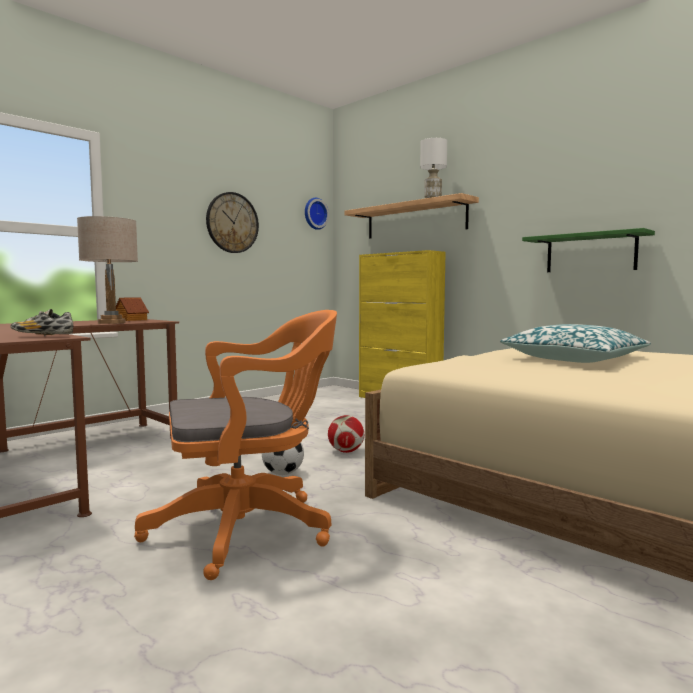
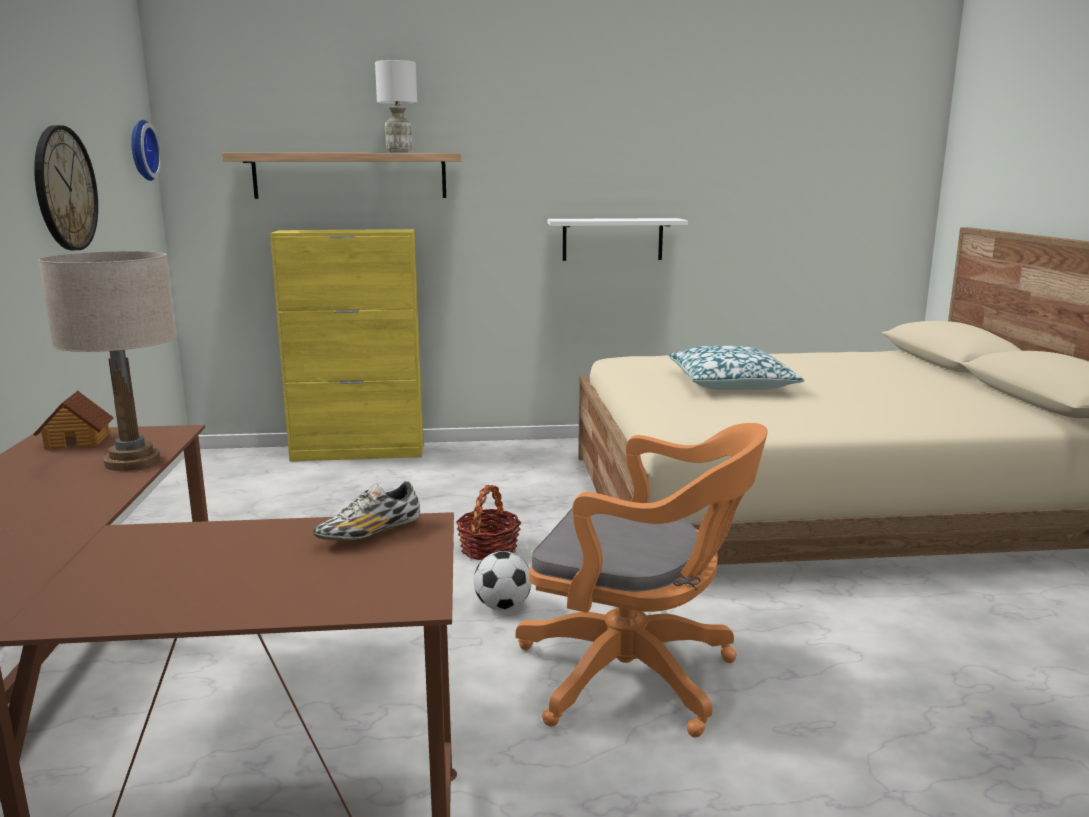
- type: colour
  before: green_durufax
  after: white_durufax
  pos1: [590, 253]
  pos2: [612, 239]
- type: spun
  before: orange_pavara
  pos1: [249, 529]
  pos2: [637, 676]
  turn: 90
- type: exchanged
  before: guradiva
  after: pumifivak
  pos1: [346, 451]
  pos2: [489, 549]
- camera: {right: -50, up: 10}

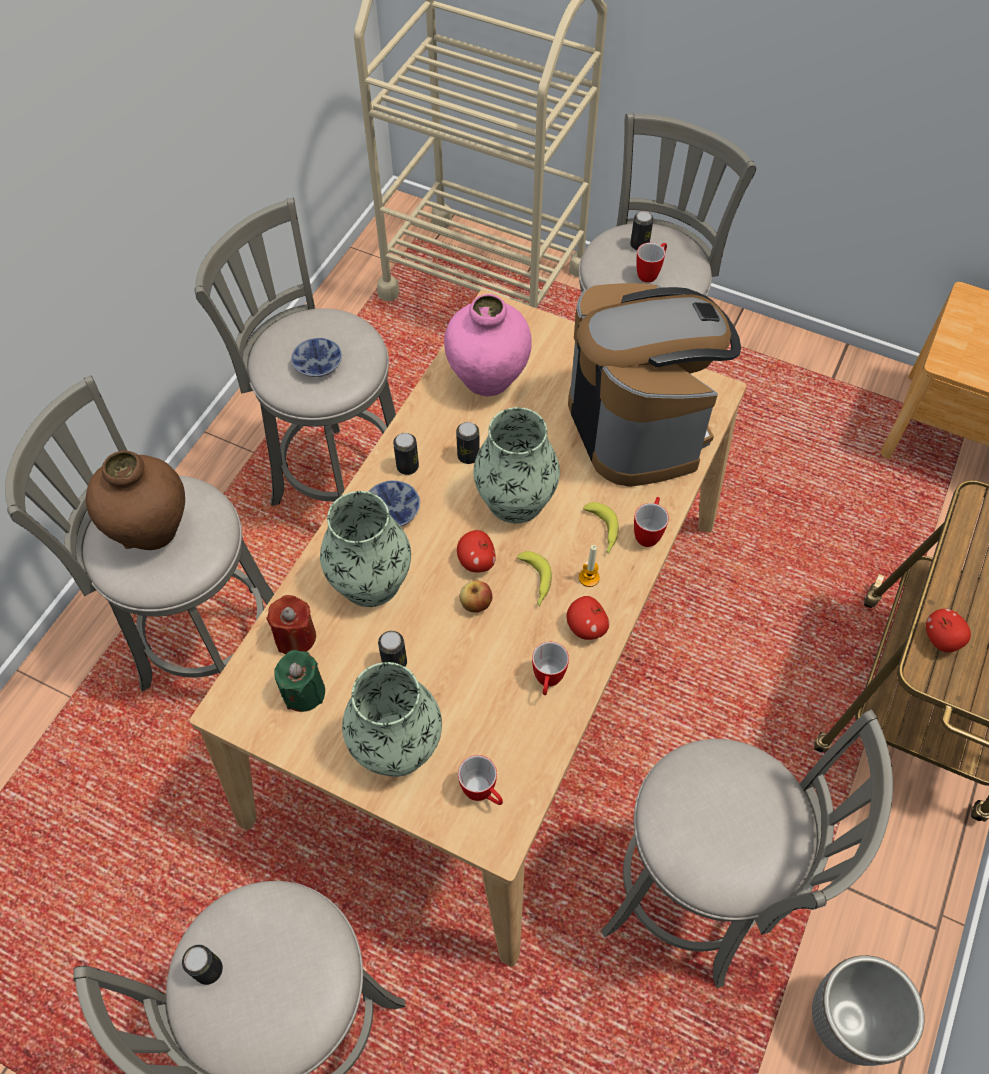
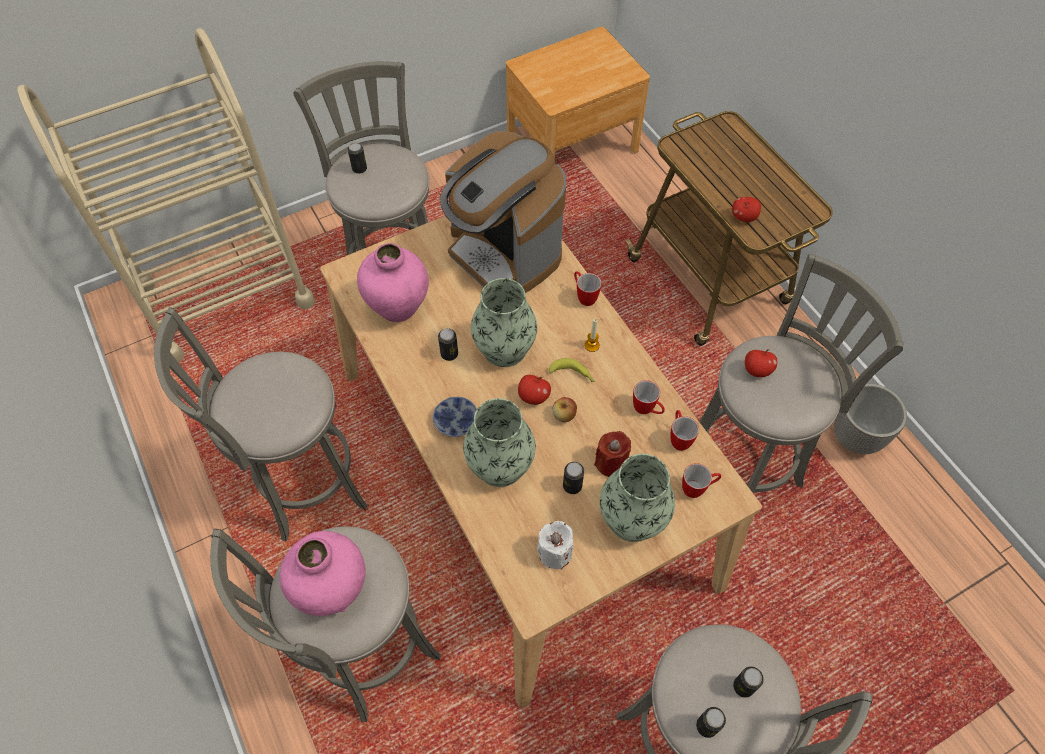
- type: relocated
  before: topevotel
  pos1: [650, 273]
  pos2: [678, 438]
- type: spun
  before: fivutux
  pos1: [638, 424]
  pos2: [504, 253]
  turn: -150
- type: missing
  before: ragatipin
  pos1: [320, 364]
- type: relocated
  before: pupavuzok
  pos1: [407, 466]
  pos2: [743, 686]
- type: colour
  before: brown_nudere
  after: pink_nudere
  pos1: [152, 531]
  pos2: [333, 590]
- type: missing
  before: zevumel
  pos1: [602, 531]
- type: relocated
  before: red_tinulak
  pos1: [295, 637]
  pos2: [611, 463]
- type: relocated
  before: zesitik
  pos1: [586, 627]
  pos2: [757, 370]
- type: colour
  before: green_tinulak
  after: white_tinulak
  pos1: [304, 692]
  pos2: [555, 552]
- camera: {right: -55, up: 0}

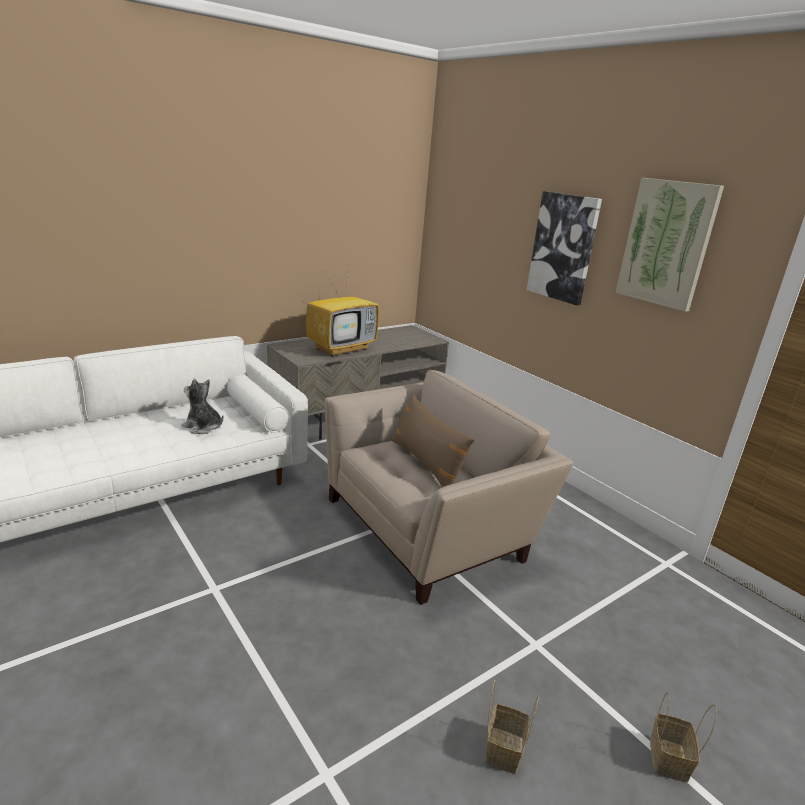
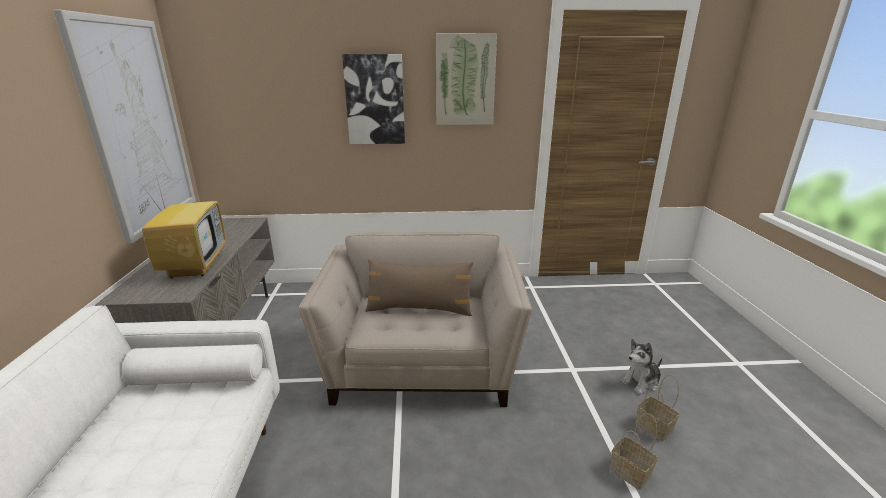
- type: relocated
  before: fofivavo
  pos1: [203, 427]
  pos2: [641, 382]
- type: relocated
  before: pumifivak
  pos1: [669, 760]
  pos2: [631, 472]
- type: appeared
  after: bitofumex
  pos2: [137, 127]
- camera: {right: -55, up: 0}

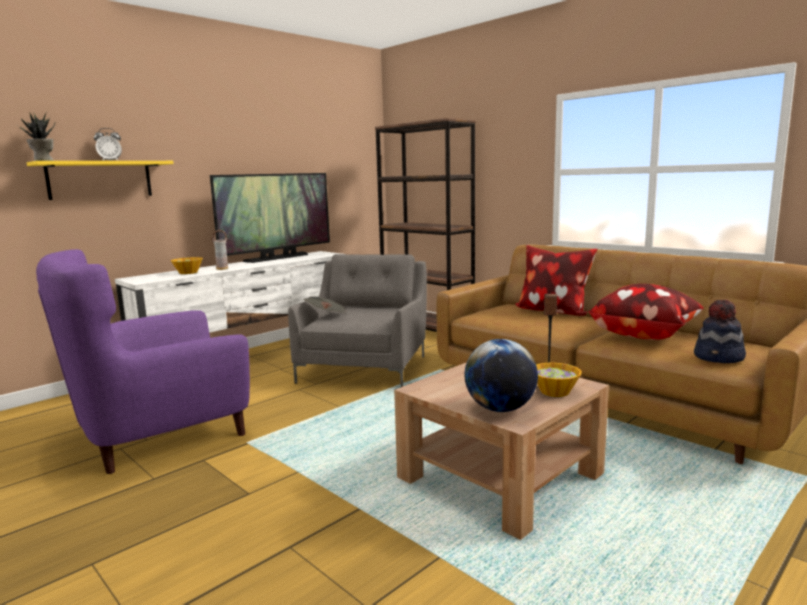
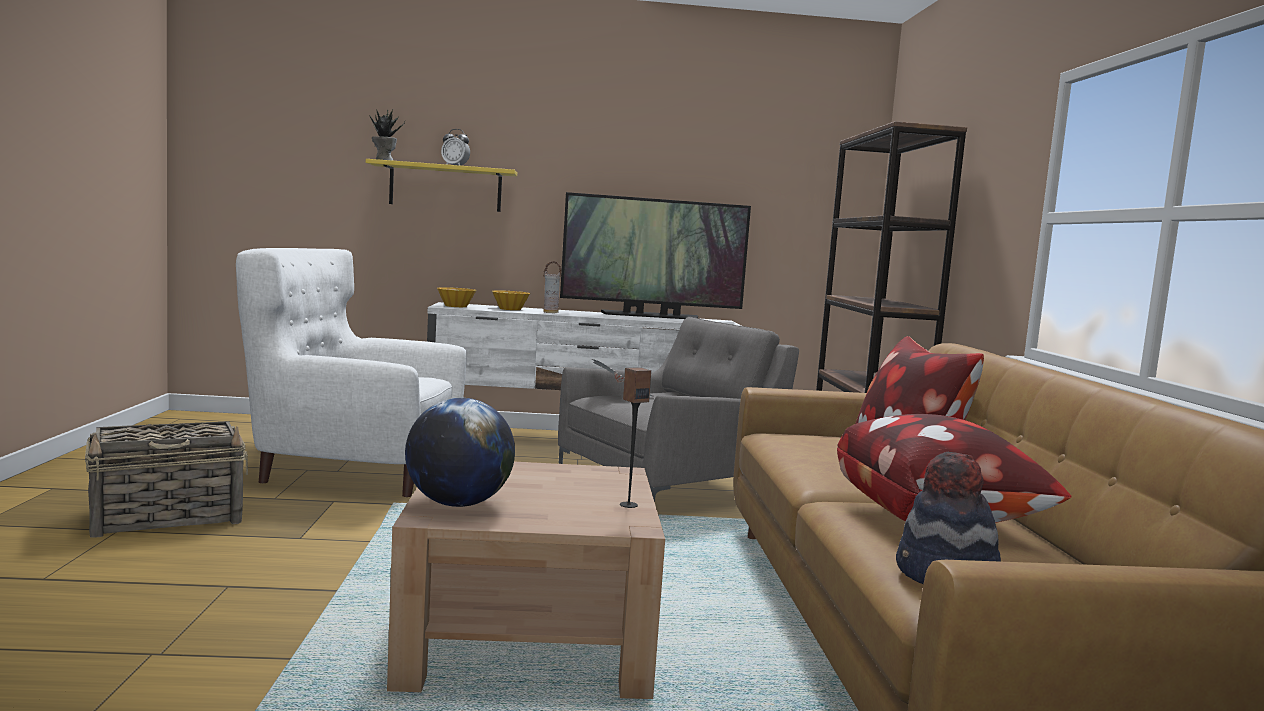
- type: colour
  before: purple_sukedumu
  after: white_sukedumu
  pos1: [159, 434]
  pos2: [352, 471]
- type: relocated
  before: ragatipin
  pos1: [554, 391]
  pos2: [456, 306]
- type: appeared
  after: pumifivak
  pos2: [169, 518]
- camera: {right: 40, up: -5}

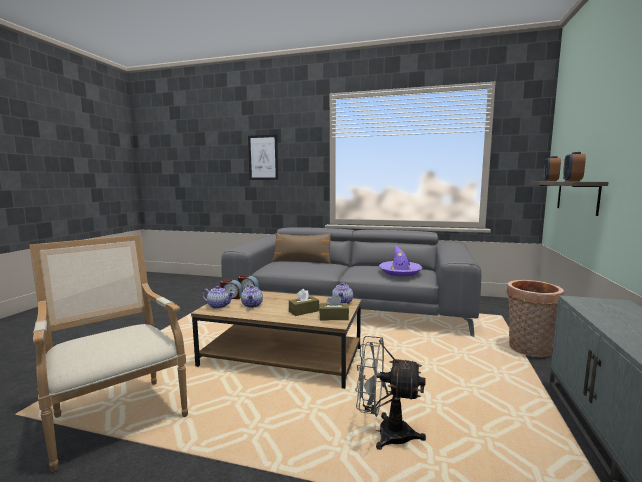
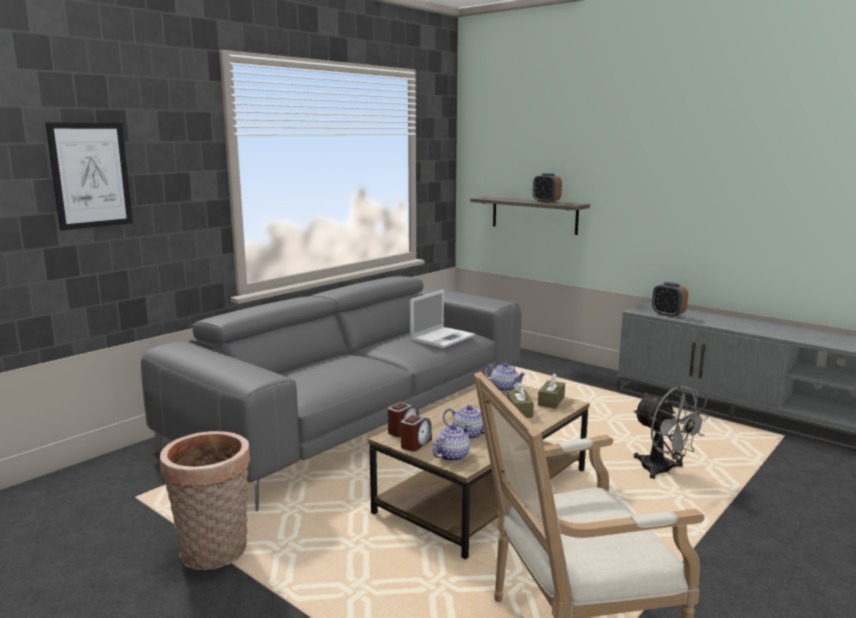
- type: relocated
  before: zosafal
  pos1: [550, 181]
  pos2: [668, 314]
- type: missing
  before: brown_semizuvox
  pos1: [302, 261]
- type: exchanged
  before: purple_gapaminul
  after: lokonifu
  pos1: [400, 272]
  pos2: [443, 337]
- type: relocated
  before: pumifivak
  pos1: [528, 350]
  pos2: [214, 554]
- type: spun
  before: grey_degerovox
  pos1: [385, 433]
  pos2: [663, 471]
  turn: -75
- camera: {right: -65, up: 5}

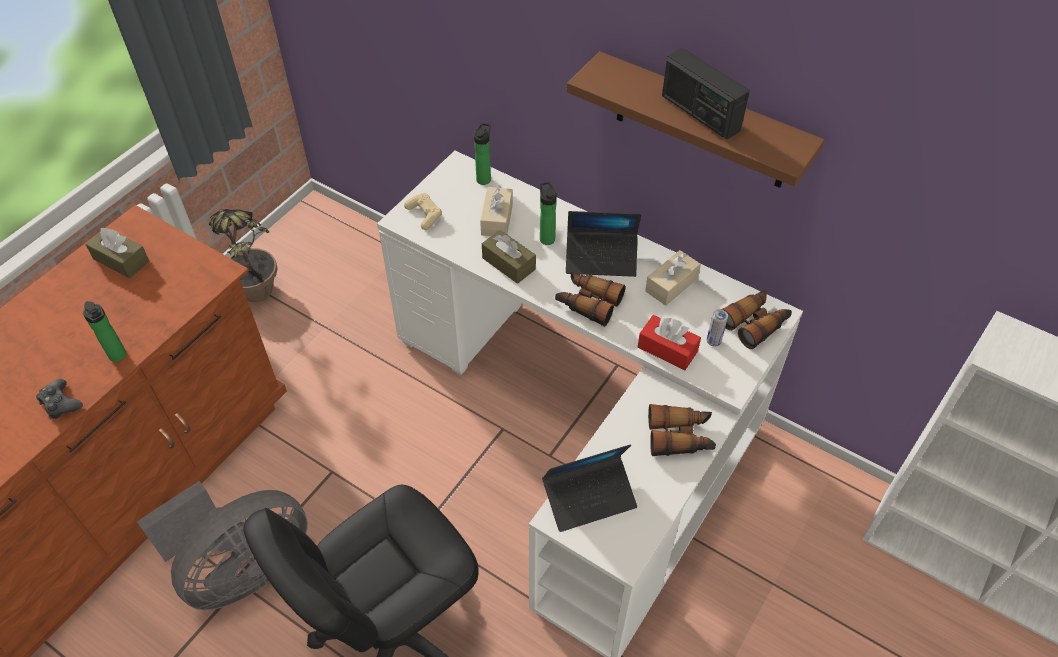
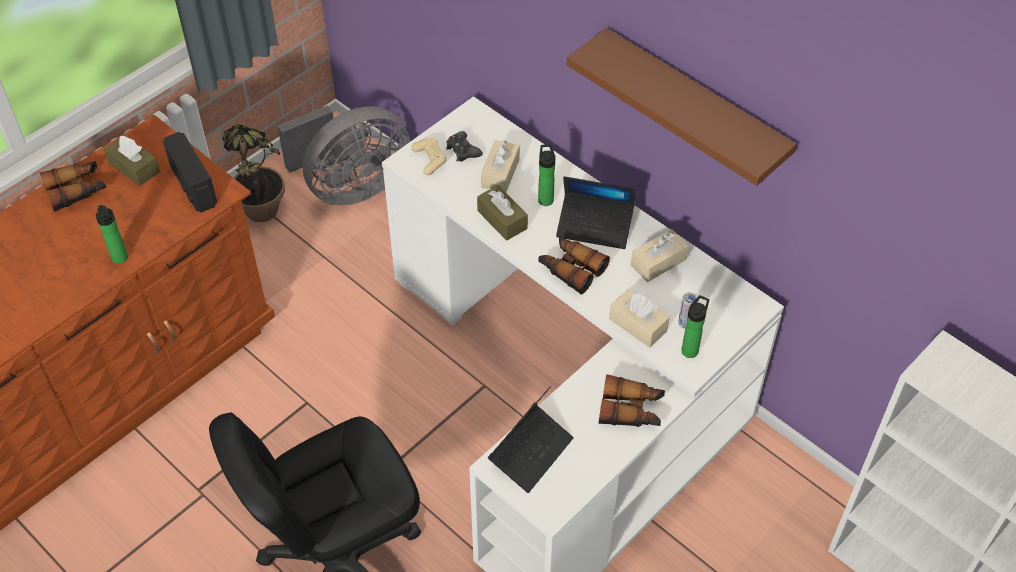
- type: relocated
  before: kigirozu
  pos1: [700, 113]
  pos2: [193, 186]
- type: relocated
  before: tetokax
  pos1: [484, 178]
  pos2: [691, 349]
- type: relocated
  before: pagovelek
  pos1: [755, 323]
  pos2: [76, 190]
- type: colour
  before: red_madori
  after: beige_madori
  pos1: [667, 349]
  pos2: [638, 325]
- type: relocated
  before: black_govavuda
  pos1: [60, 403]
  pos2: [463, 150]
- type: spun
  before: lokonifu
  pos1: [589, 497]
  pos2: [531, 452]
  turn: -45
- type: relocated
  before: grey_degerovox
  pos1: [243, 569]
  pos2: [351, 187]
- camera: {right: 10, up: 0}

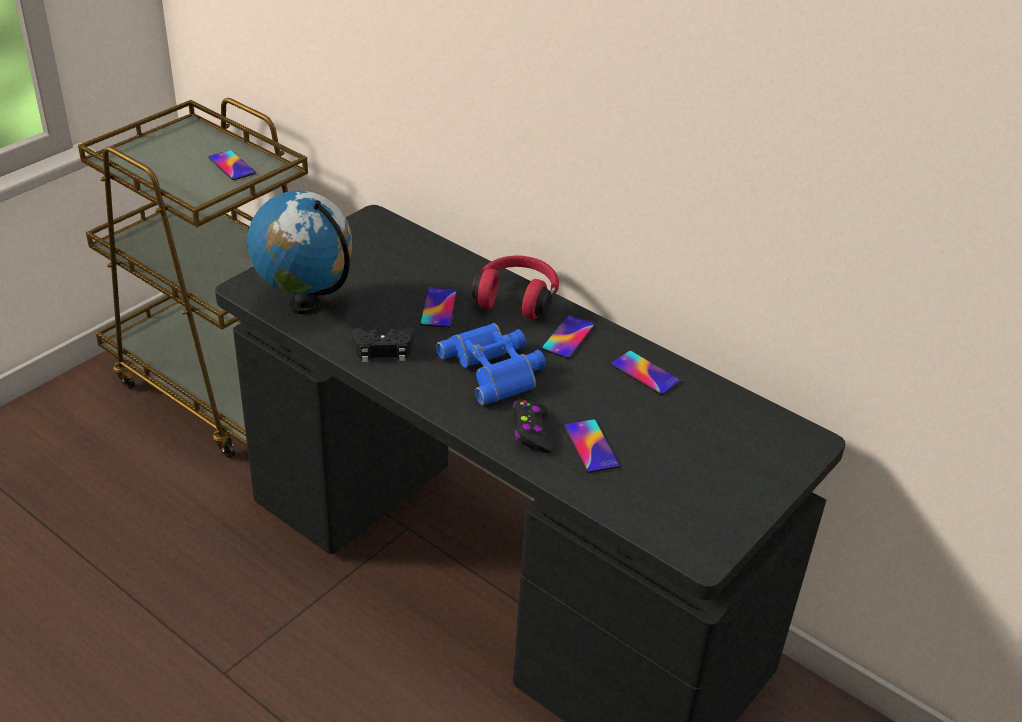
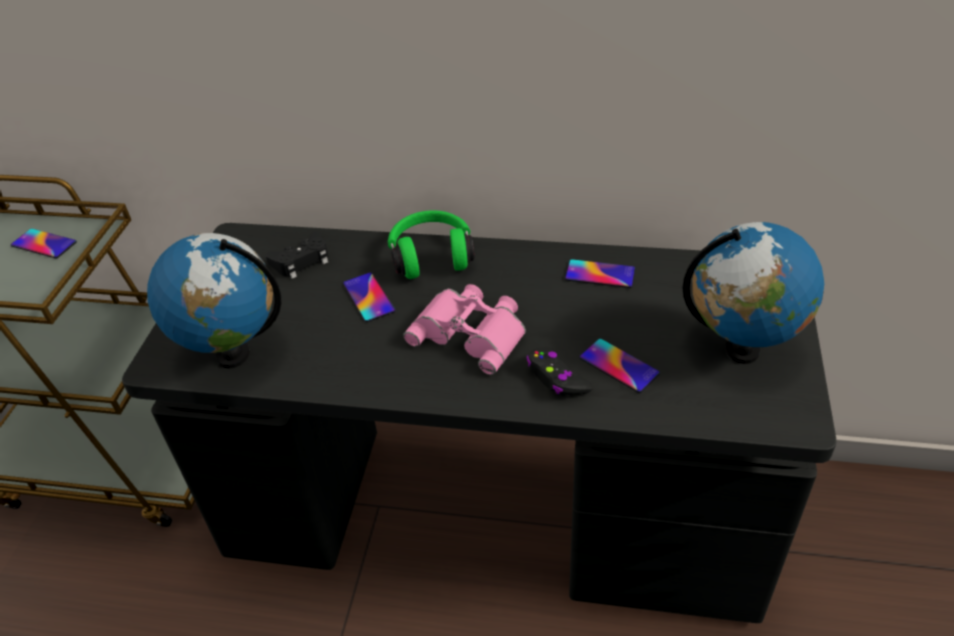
- type: colour
  before: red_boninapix
  after: green_boninapix
  pos1: [517, 298]
  pos2: [431, 255]
- type: missing
  before: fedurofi
  pos1: [568, 337]
- type: colour
  before: blue_pagovelek
  after: pink_pagovelek
  pos1: [496, 369]
  pos2: [472, 332]
- type: relocated
  before: black_govavuda
  pos1: [383, 349]
  pos2: [301, 261]
- type: appeared
  after: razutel
  pos2: [741, 350]
- camera: {right: -25, up: 5}

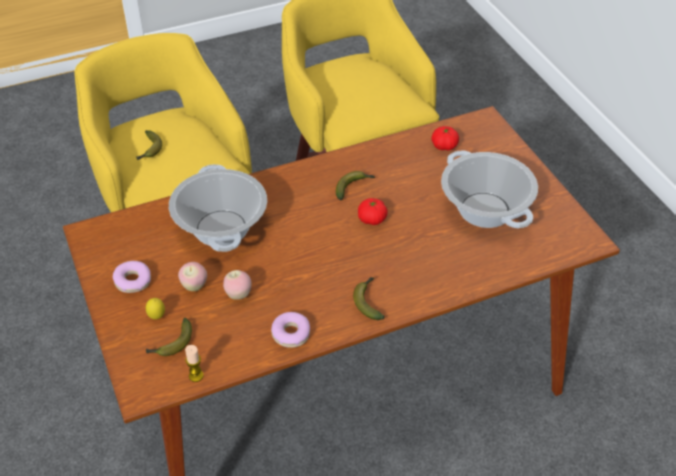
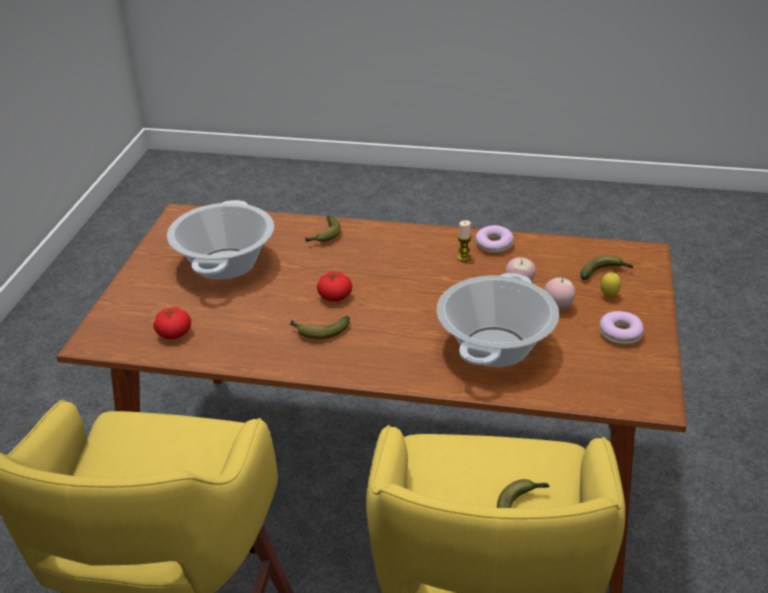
- type: relocated
  before: zevumel
  pos1: [368, 301]
  pos2: [324, 236]
- type: relocated
  before: tinulak
  pos1: [196, 376]
  pos2: [463, 257]
- camera: {right: -145, up: -10}

